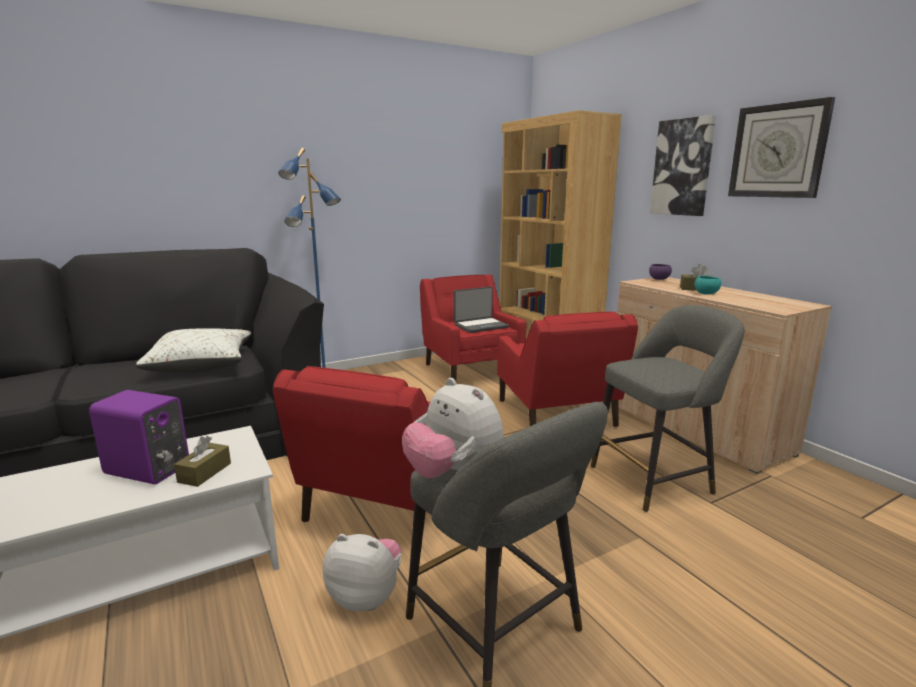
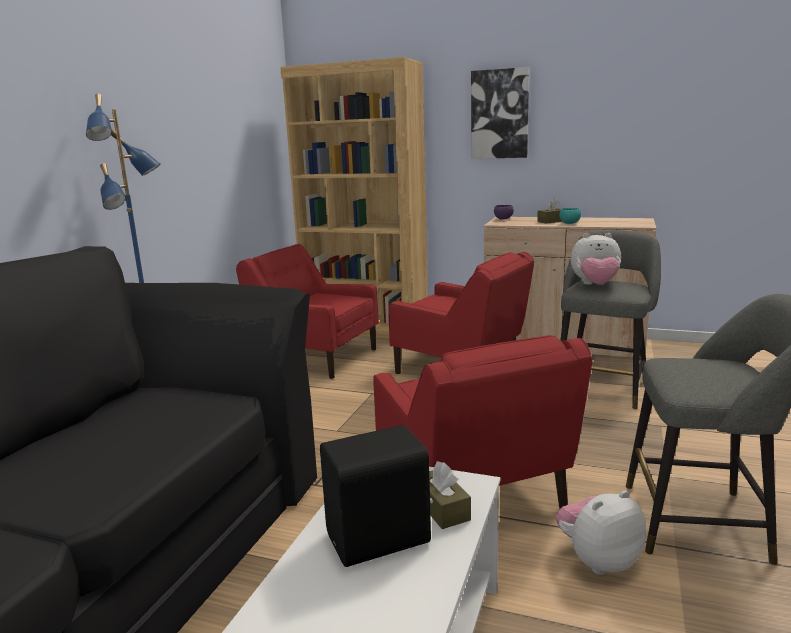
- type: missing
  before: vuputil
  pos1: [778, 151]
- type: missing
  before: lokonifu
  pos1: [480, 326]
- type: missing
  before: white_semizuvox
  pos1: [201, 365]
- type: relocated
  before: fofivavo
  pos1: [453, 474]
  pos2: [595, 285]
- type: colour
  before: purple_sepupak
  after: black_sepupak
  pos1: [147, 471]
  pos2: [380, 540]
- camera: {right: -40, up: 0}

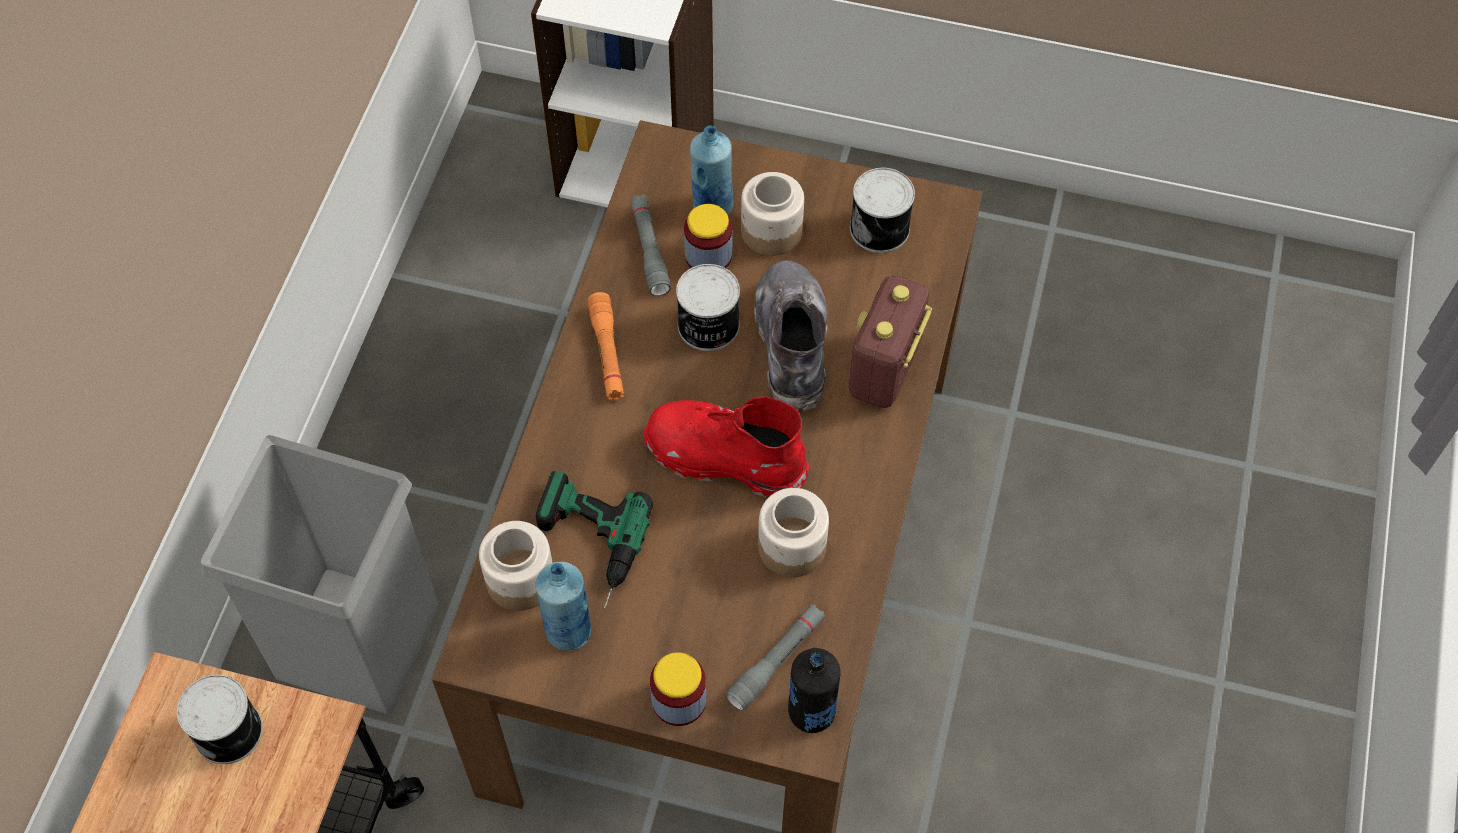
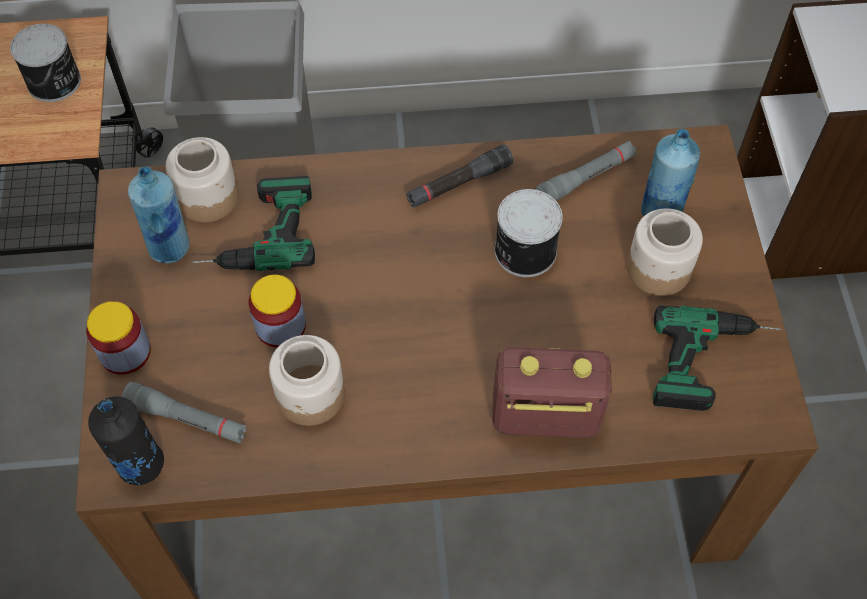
- type: exchanged
  before: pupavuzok
  after: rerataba
  pos1: [881, 228]
  pos2: [715, 363]
- type: relocated
  before: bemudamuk
  pos1: [708, 255]
  pos2: [280, 326]
- type: missing
  before: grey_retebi
  pos1: [792, 344]
- type: colour
  before: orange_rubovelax
  after: black_rubovelax
  pos1: [607, 352]
  pos2: [459, 183]
- type: missing
  before: red_retebi
  pos1: [725, 458]
- camera: {right: 70, up: 0}

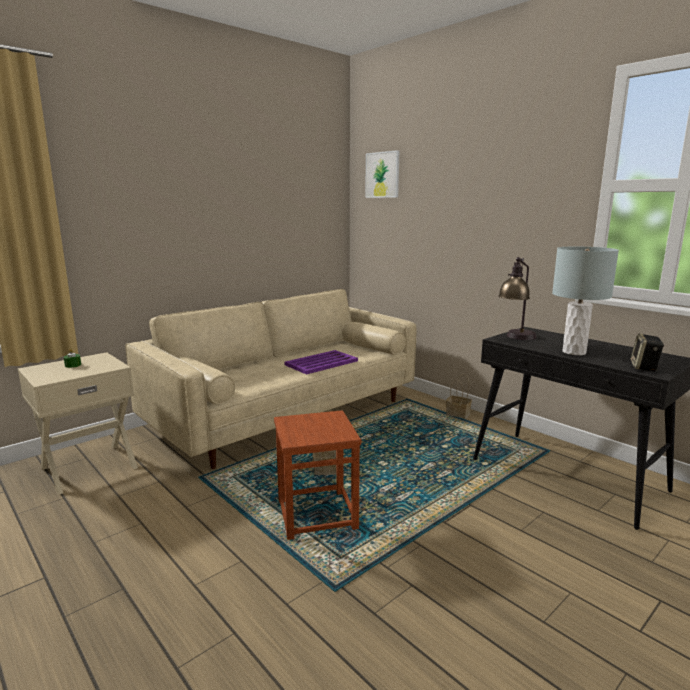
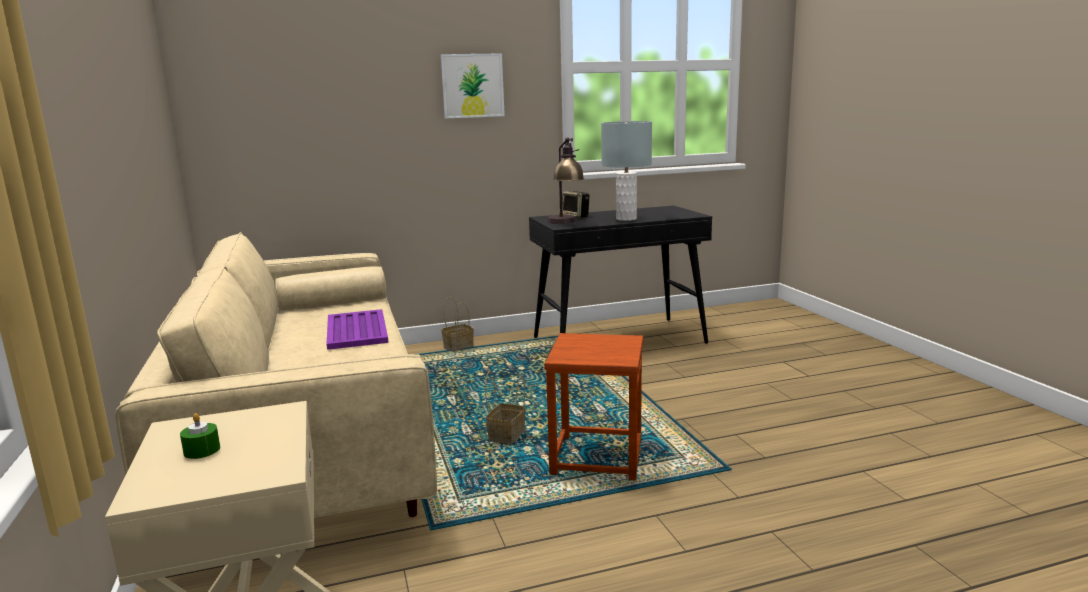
- type: relocated
  before: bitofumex
  pos1: [382, 175]
  pos2: [472, 86]
- type: relocated
  before: sepupak
  pos1: [644, 367]
  pos2: [576, 216]
- camera: {right: -65, up: 0}

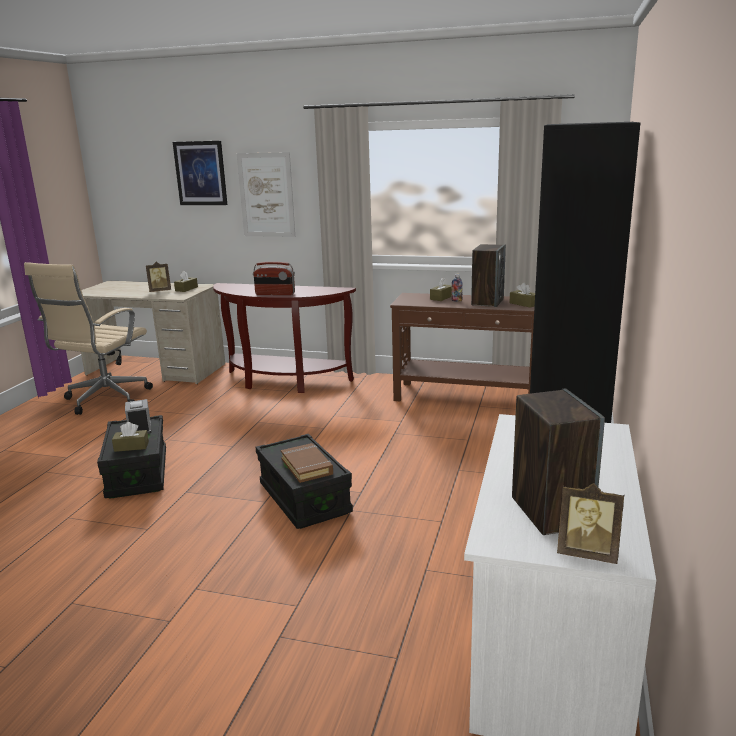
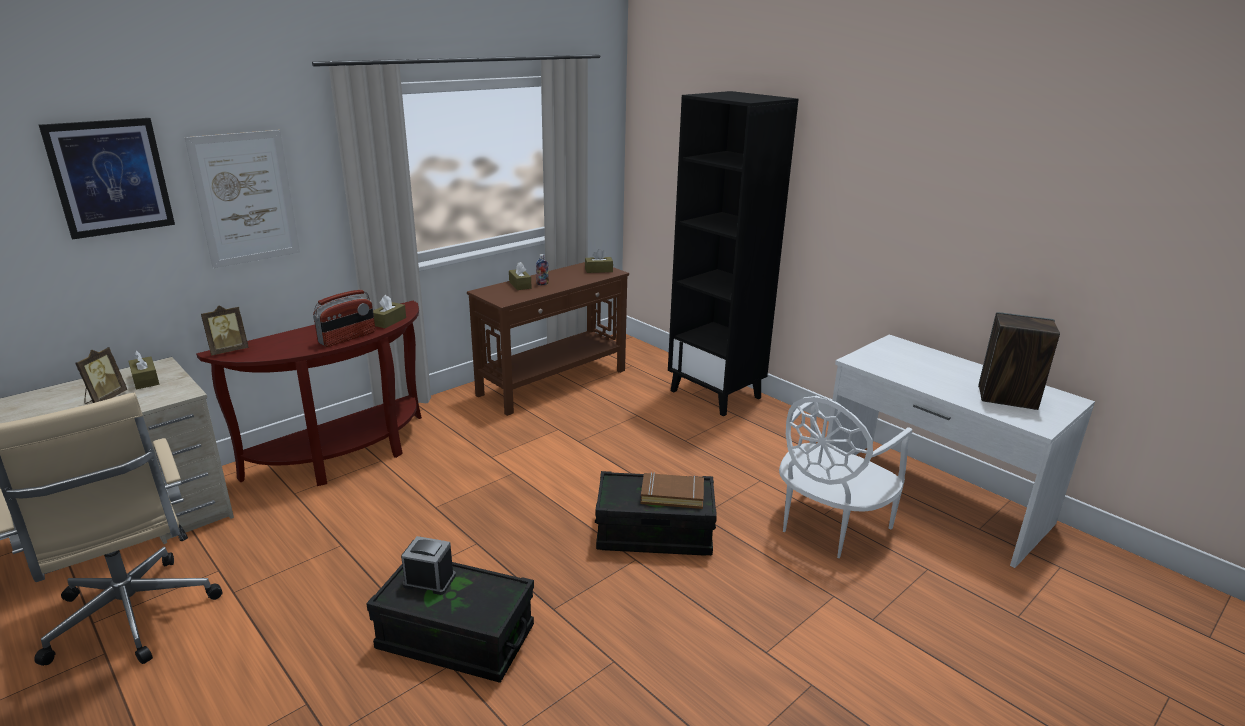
- type: missing
  before: sepupak
  pos1: [487, 302]
- type: relocated
  before: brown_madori
  pos1: [131, 446]
  pos2: [389, 321]
- type: relocated
  before: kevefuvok
  pos1: [587, 553]
  pos2: [228, 350]
- type: appeared
  after: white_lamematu
  pos2: [828, 526]
- camera: {right: -60, up: 5}

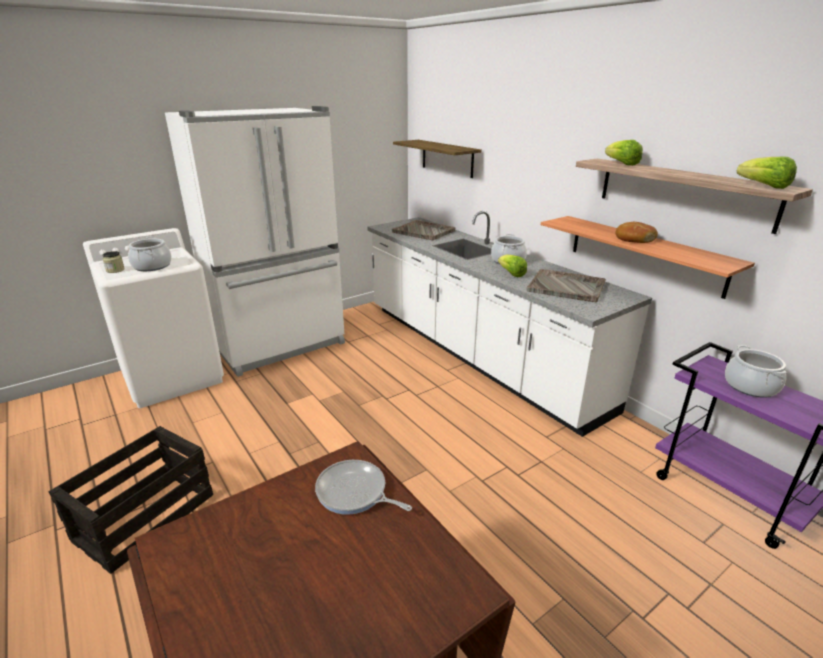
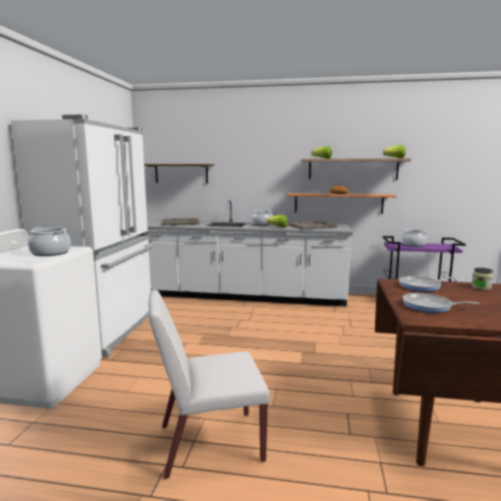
- type: relocated
  before: bemudamuk
  pos1: [115, 270]
  pos2: [481, 287]
- type: exchanged
  before: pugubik
  after: white_lamematu
  pos1: [146, 516]
  pos2: [209, 443]
- type: appeared
  after: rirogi
  pos2: [429, 306]
- camera: {right: -45, up: -15}

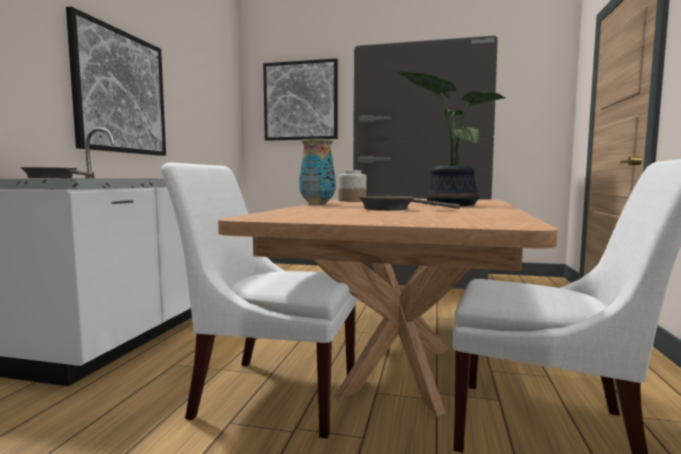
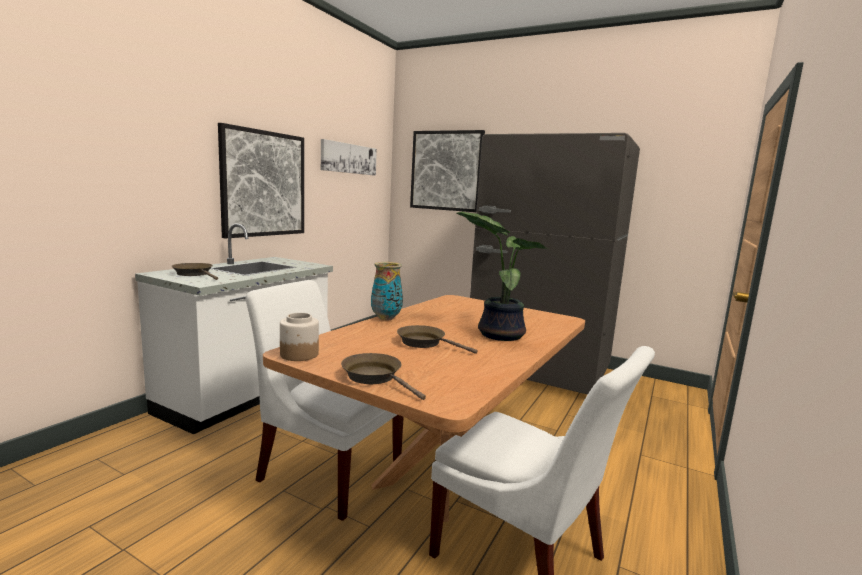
- type: relocated
  before: bemudamuk
  pos1: [351, 201]
  pos2: [298, 354]
- type: appeared
  after: bitofumex
  pos2: [349, 158]
- type: appeared
  after: brown_rirogi
  pos2: [375, 377]
- camera: {right: 15, up: 5}

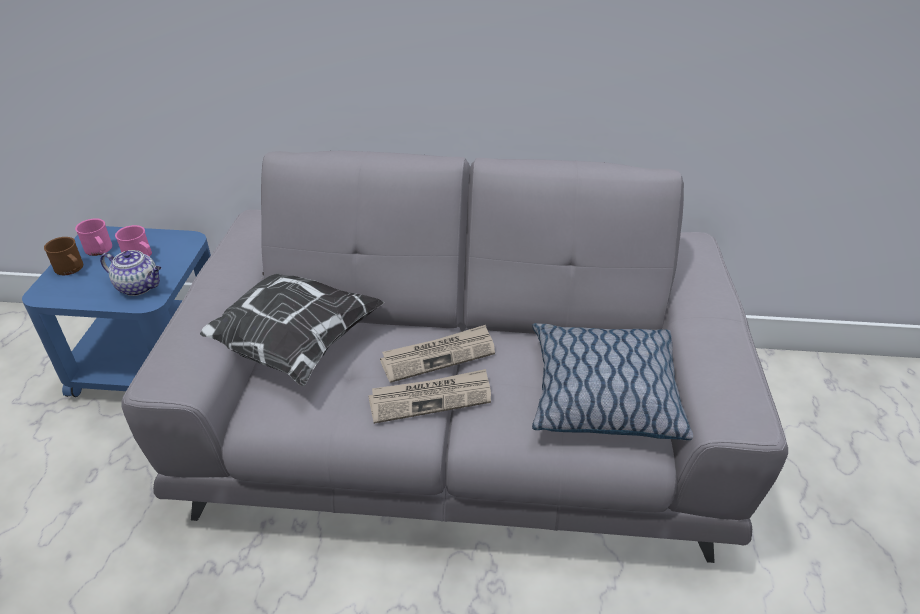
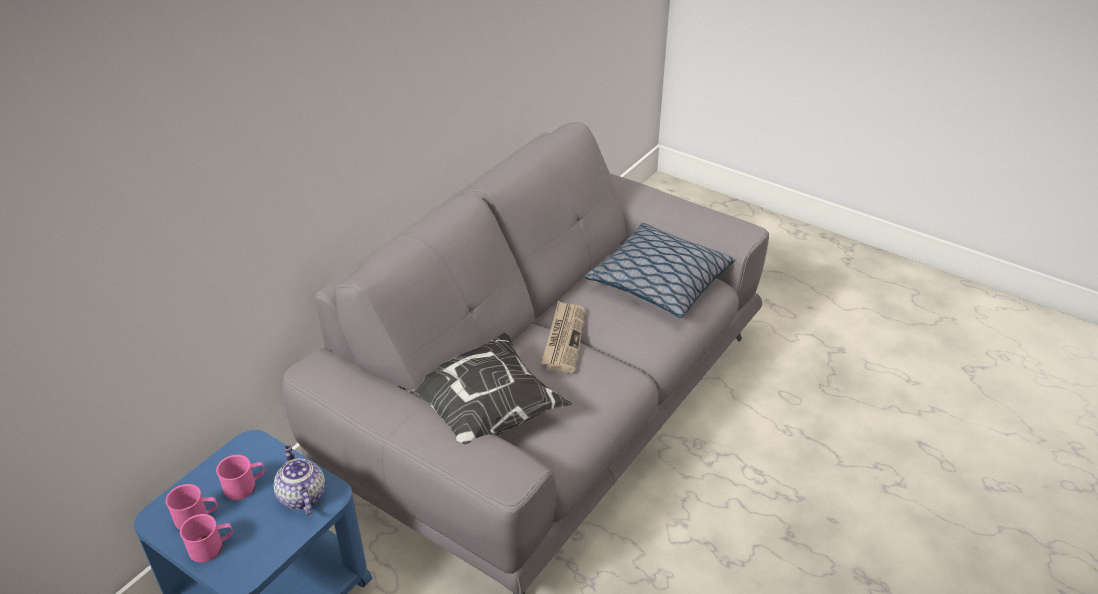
- type: colour
  before: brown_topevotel
  after: pink_topevotel
  pos1: [71, 269]
  pos2: [212, 547]
- type: spun
  before: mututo
  pos1: [139, 287]
  pos2: [301, 496]
  turn: -75
- type: missing
  before: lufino
  pos1: [431, 398]
- camera: {right: -60, up: 0}

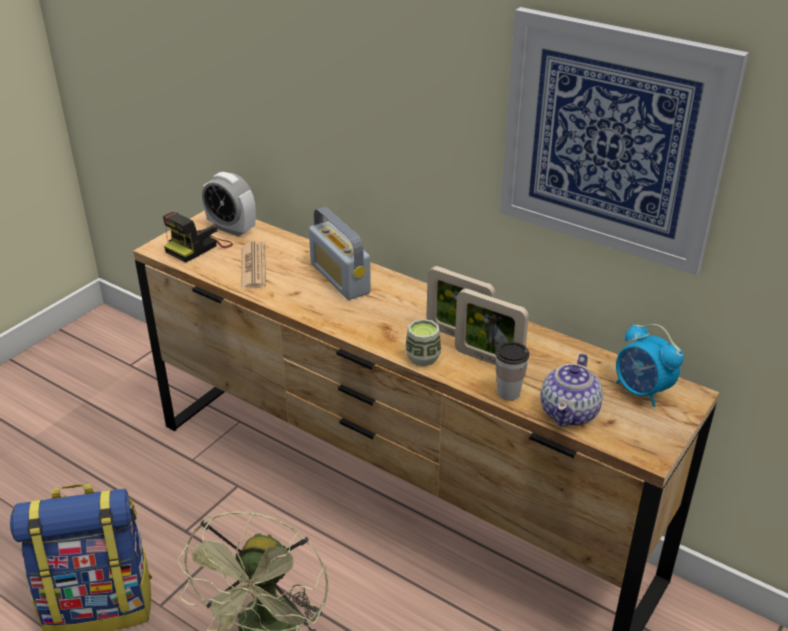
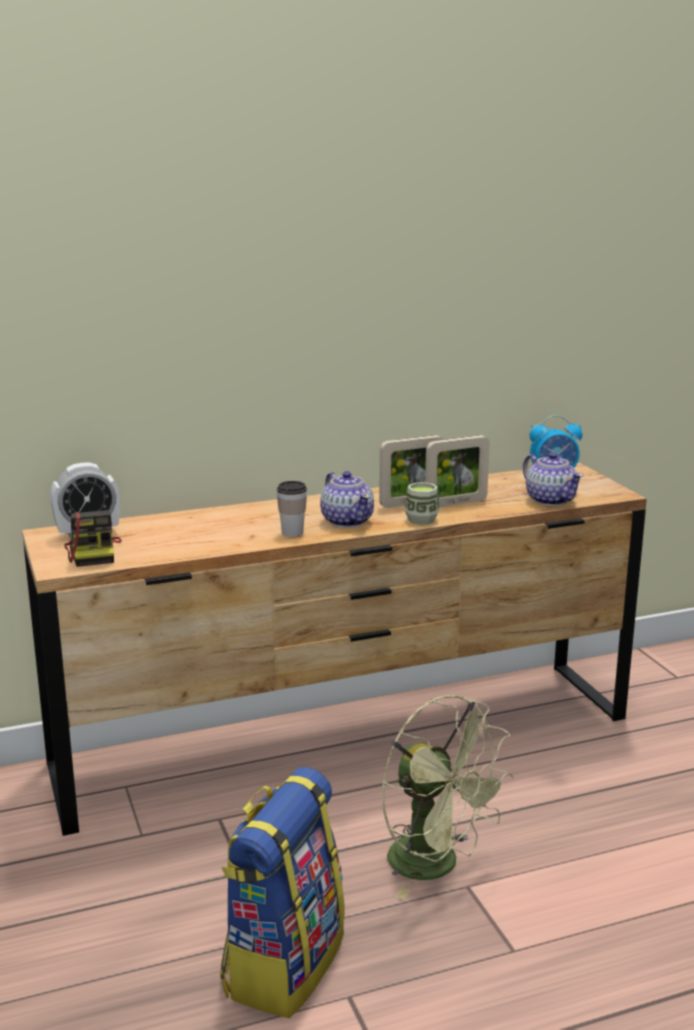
- type: missing
  before: bitofumex
  pos1: [611, 140]
- type: missing
  before: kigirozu
  pos1: [340, 278]
- type: missing
  before: lufino
  pos1: [253, 266]
- type: relocated
  before: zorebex
  pos1: [508, 393]
  pos2: [292, 532]
- type: appeared
  after: mututo
  pos2: [347, 521]
- camera: {right: -55, up: -15}

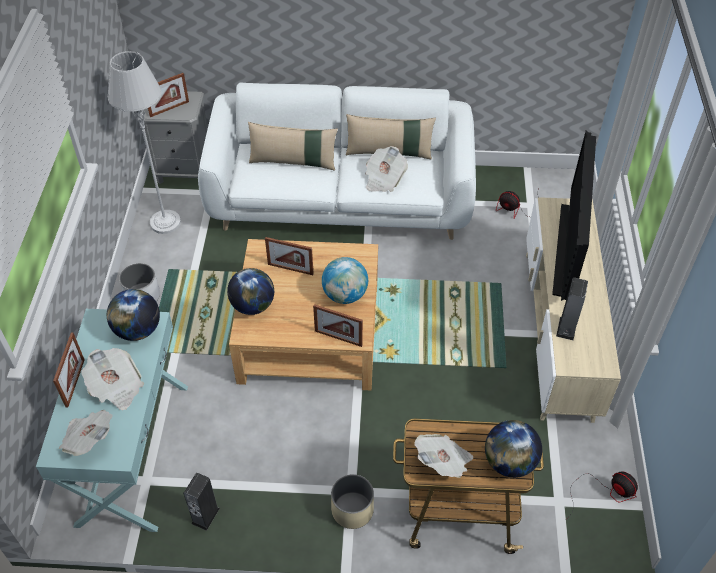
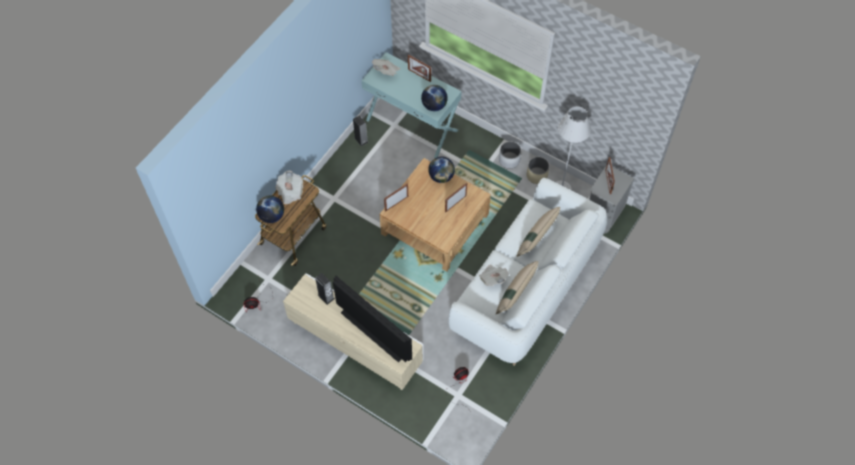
- type: missing
  before: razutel
  pos1: [345, 295]
- type: missing
  before: lufino
  pos1: [116, 387]
- type: relocated
  before: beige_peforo
  pos1: [352, 509]
  pos2: [537, 175]
- camera: {right: 120, up: 10}

